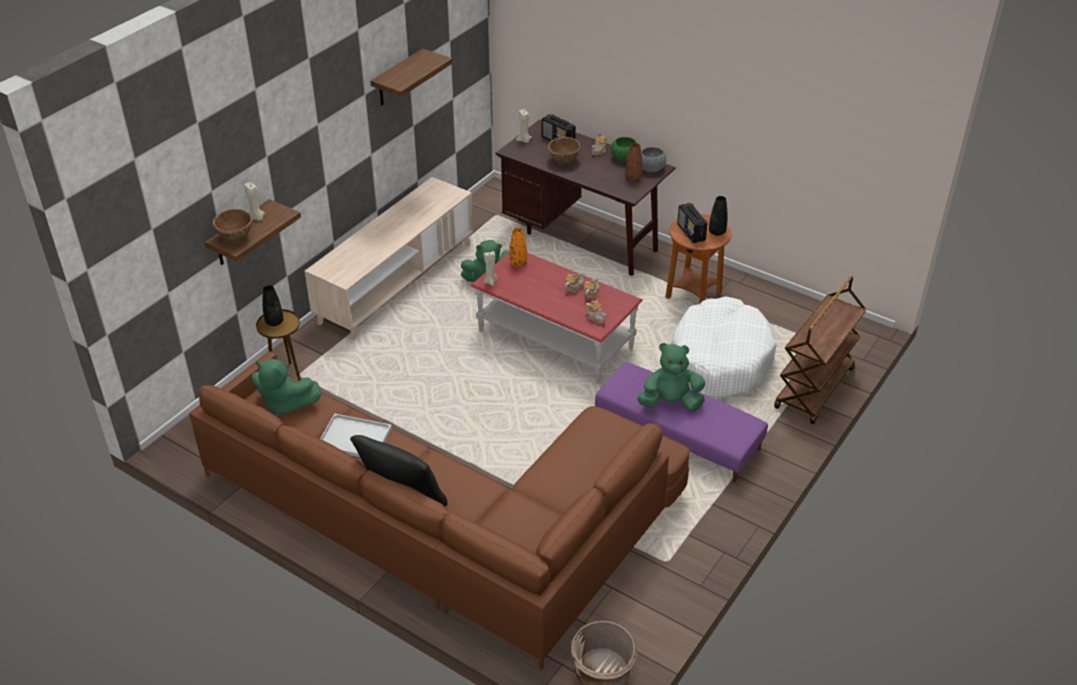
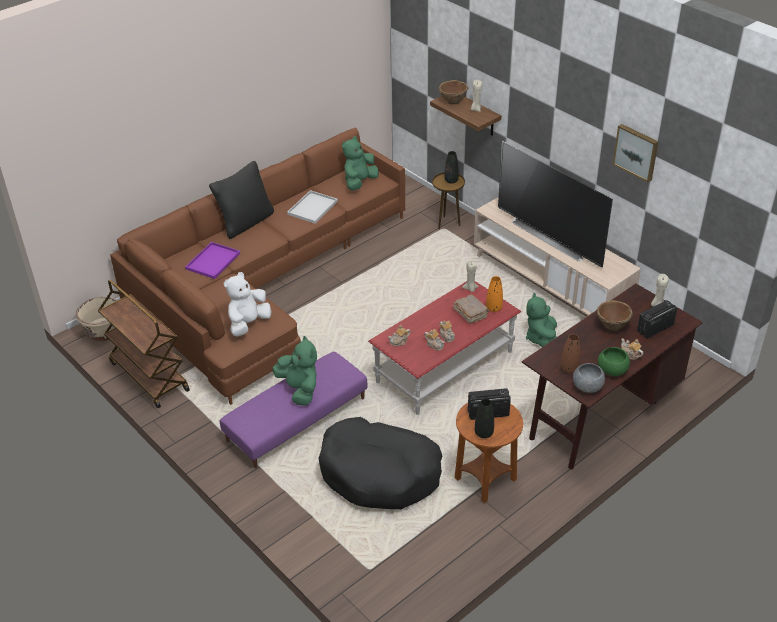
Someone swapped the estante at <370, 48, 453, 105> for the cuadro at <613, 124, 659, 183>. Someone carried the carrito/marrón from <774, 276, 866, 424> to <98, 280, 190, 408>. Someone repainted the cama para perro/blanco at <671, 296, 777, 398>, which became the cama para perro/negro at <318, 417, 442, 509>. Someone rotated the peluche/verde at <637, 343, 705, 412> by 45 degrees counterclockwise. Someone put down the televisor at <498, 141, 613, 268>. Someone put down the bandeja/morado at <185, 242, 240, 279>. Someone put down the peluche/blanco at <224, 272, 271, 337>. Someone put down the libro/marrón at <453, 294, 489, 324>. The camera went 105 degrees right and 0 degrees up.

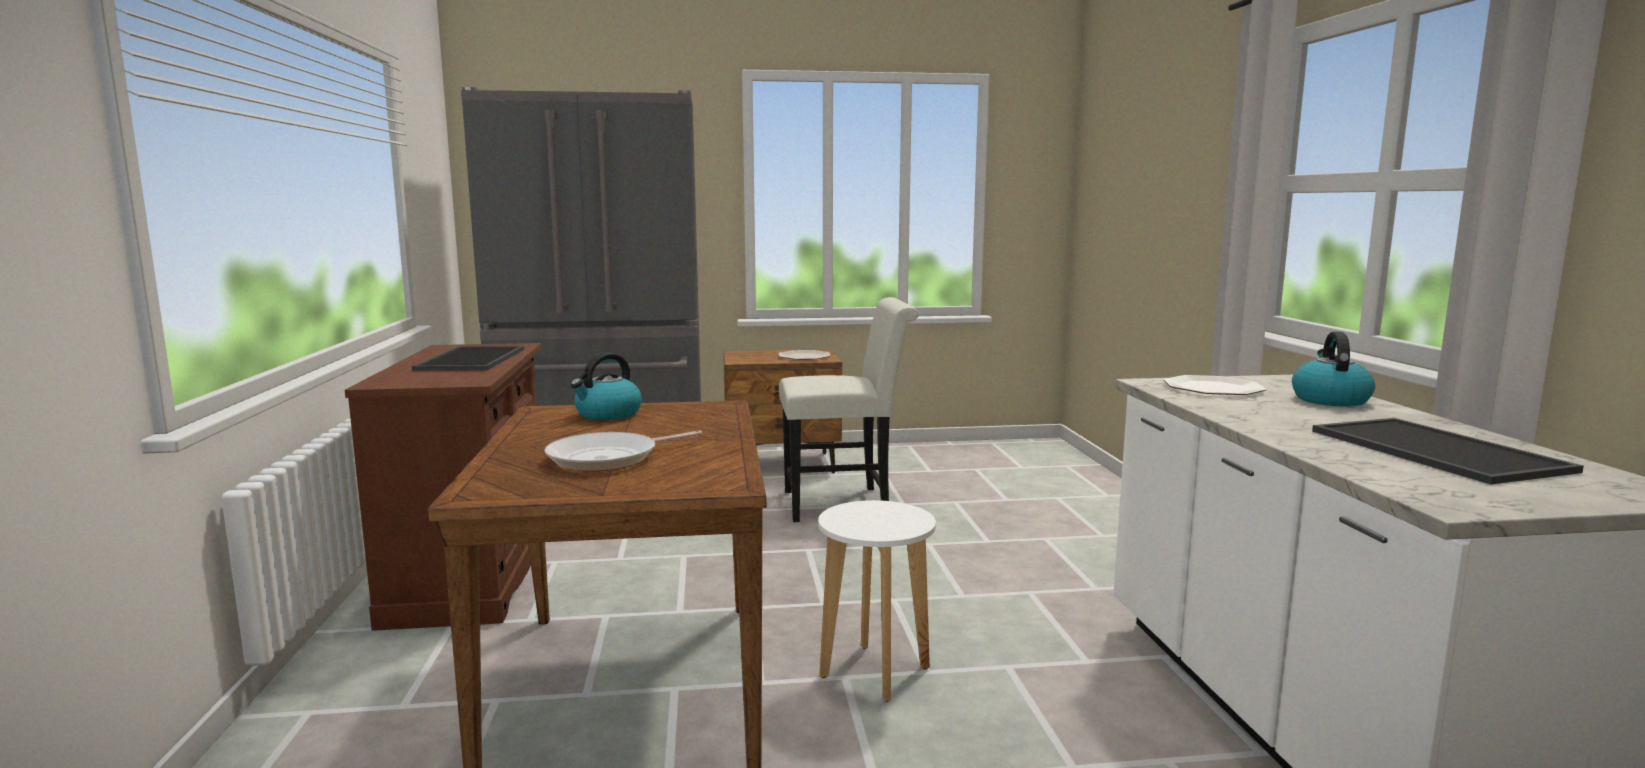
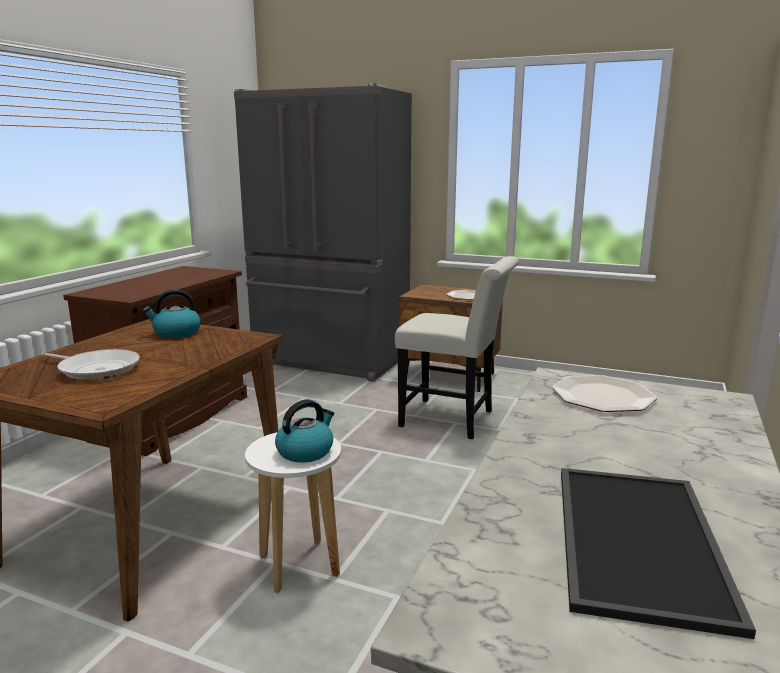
Someone carried the hervidor from <1292, 332, 1375, 407> to <275, 400, 334, 463>. Someone took away the bandeja at <412, 346, 524, 371>. Someone rotated the sartén at <544, 430, 702, 471> by 150 degrees counterclockwise. The camera went 30 degrees right and 5 degrees up.

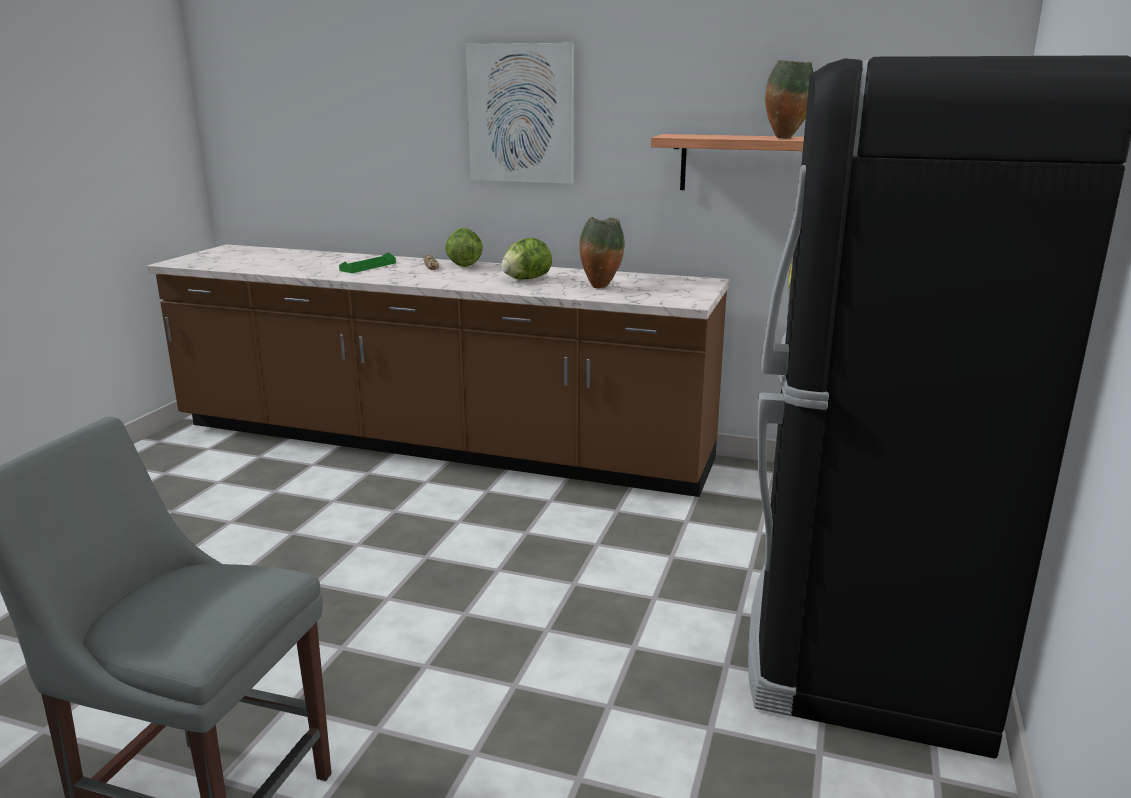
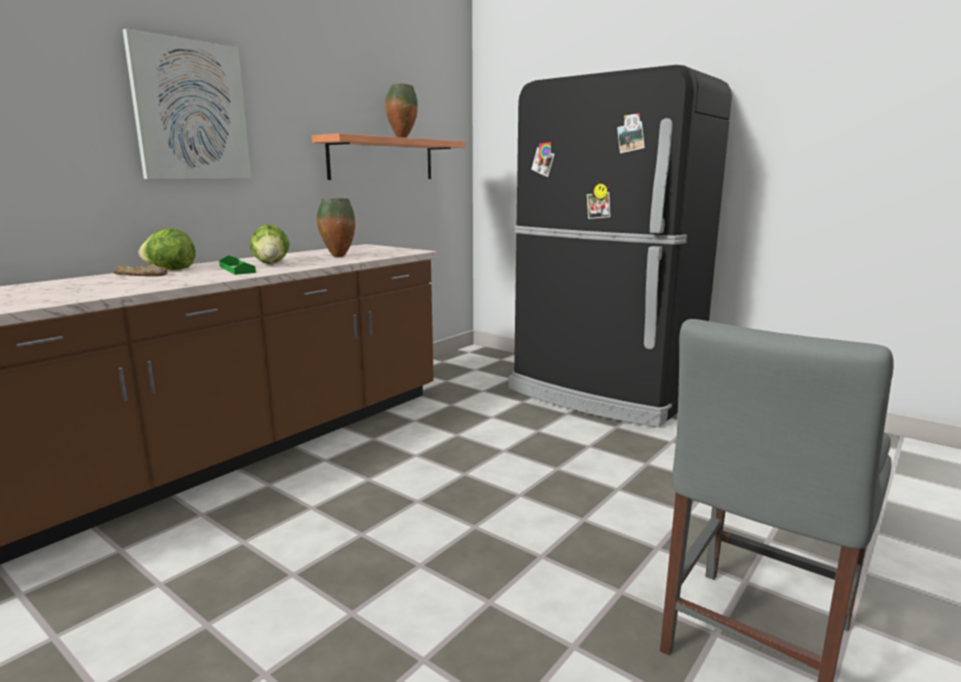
Someone carried the bandeja/verde from <339, 252, 396, 273> to <219, 255, 256, 275>. The camera went 70 degrees left and 5 degrees down.

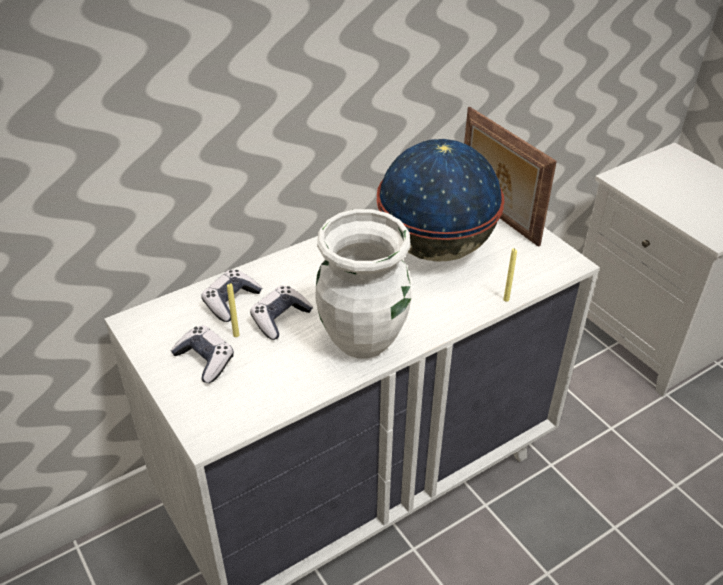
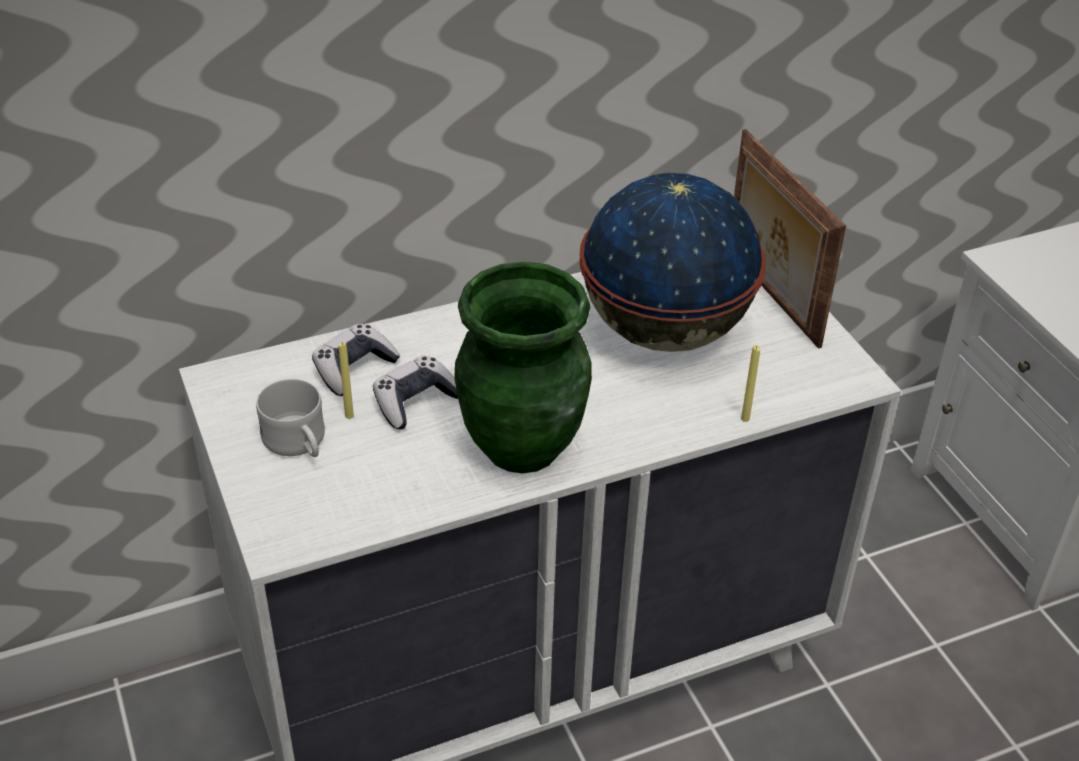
Someone repainted the florero/blanco at <315, 209, 411, 358>, which became the florero/verde at <454, 261, 592, 473>. Someone swapped the mando de consola at <171, 325, 234, 383> for the taza grande/blanco at <256, 379, 325, 457>. The camera went 10 degrees right and 0 degrees up.

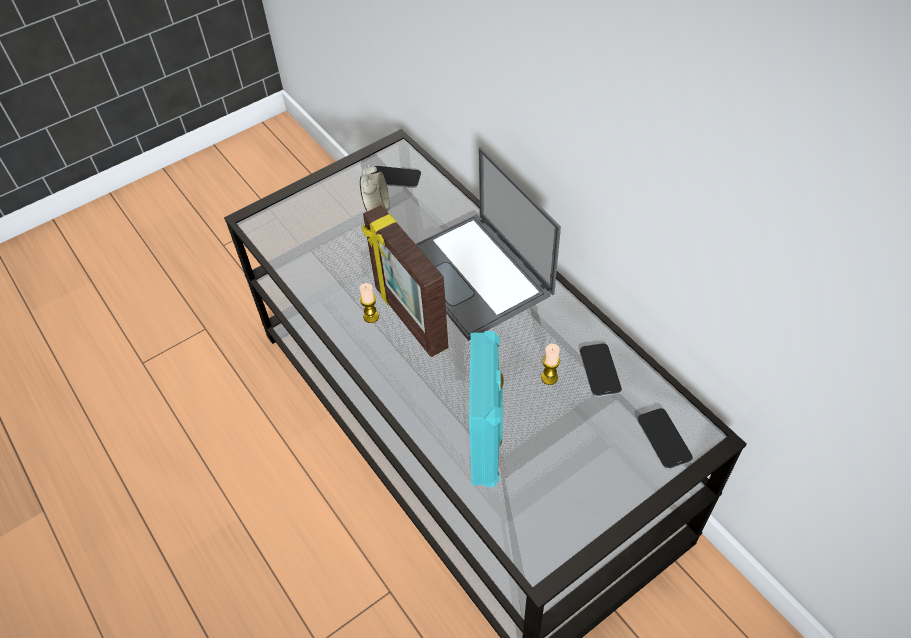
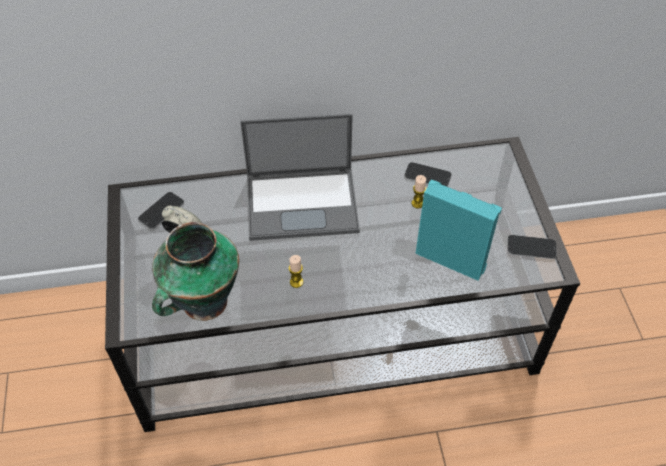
Someone took away the portarretratos at <361, 205, 449, 357>. Someone carried the móvil from <637, 408, 693, 469> to <508, 235, 557, 259>. Someone put down the florero at <152, 222, 239, 321>. The camera went 65 degrees left and 0 degrees up.

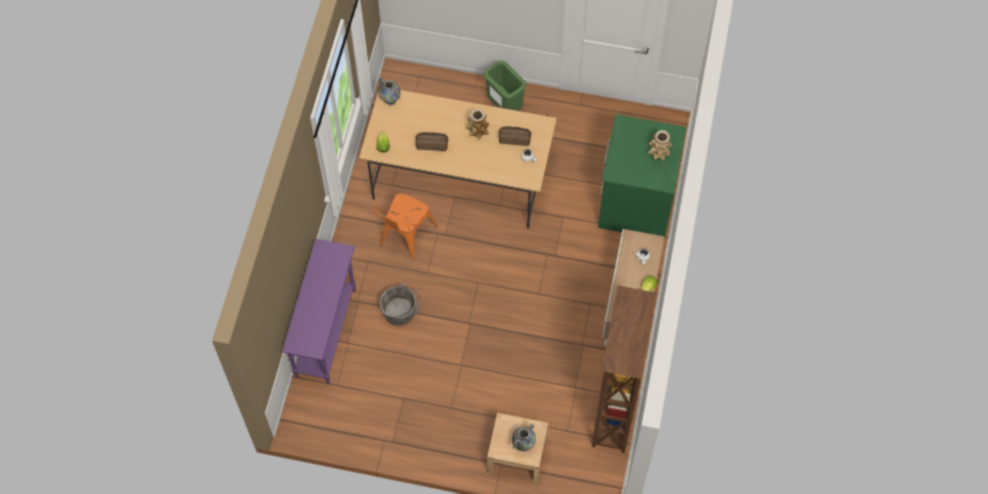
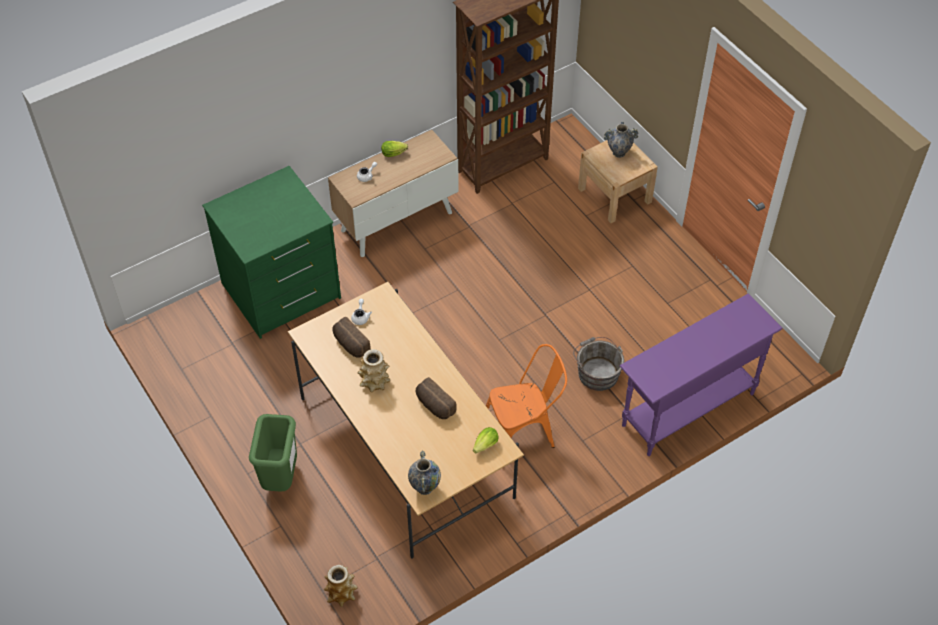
Someone carried the florero from <647, 130, 673, 161> to <324, 565, 358, 607>. The camera went 135 degrees left and 10 degrees down.

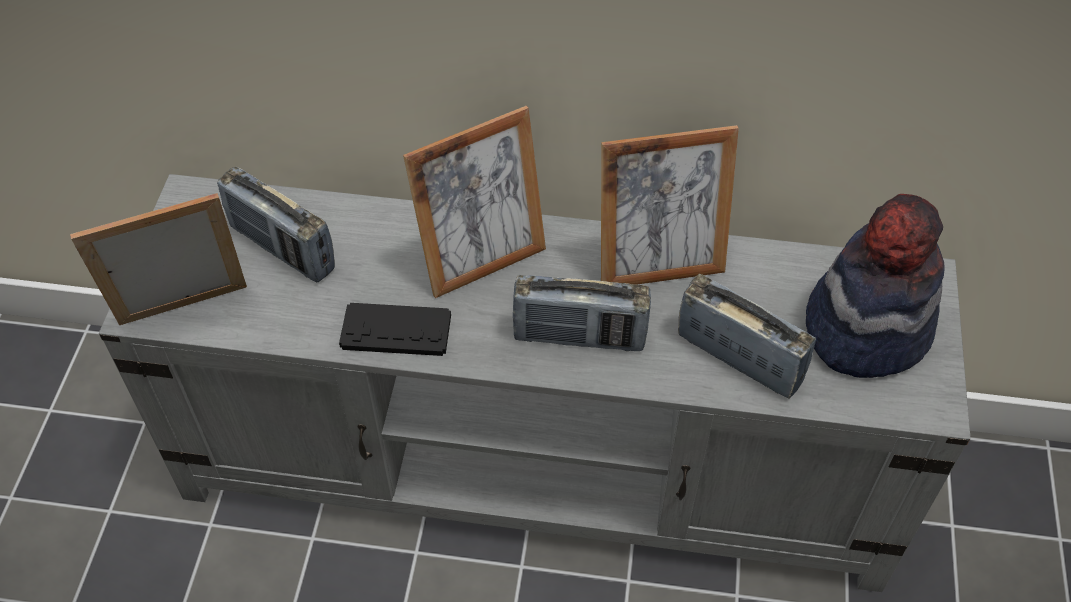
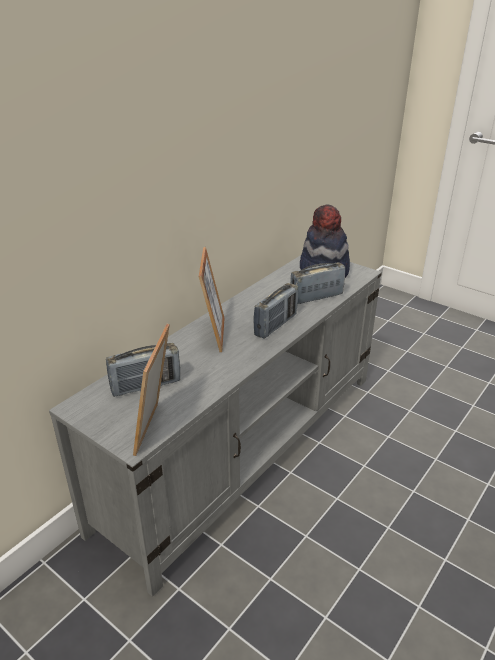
Someone took away the portarretratos at <601, 125, 739, 284>. Someone took away the mando de consola/negro at <339, 303, 451, 356>. The camera went 60 degrees left and 20 degrees down.

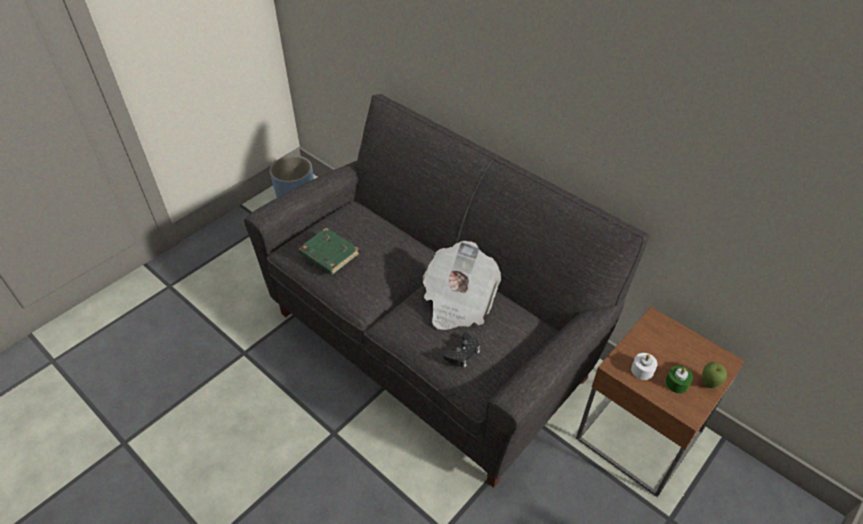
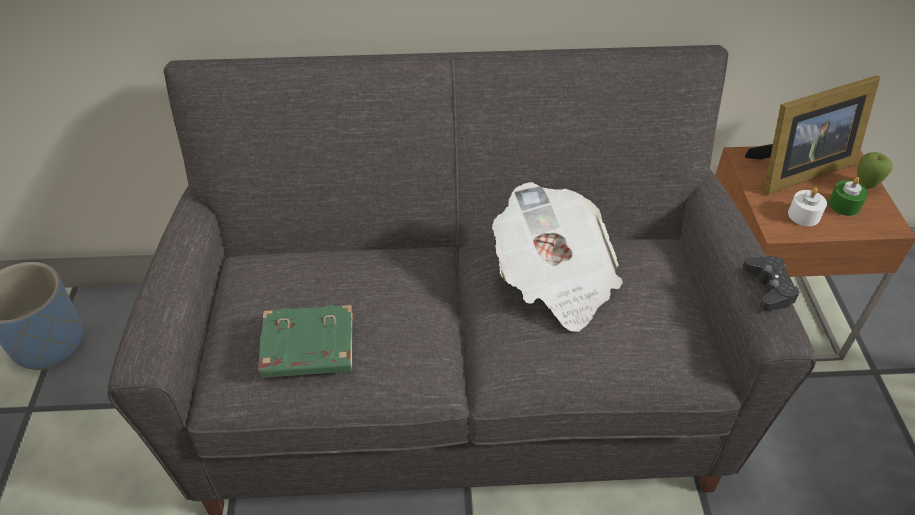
Someone carried the mando de consola/negro from <443, 332, 480, 368> to <742, 256, 800, 310>. Someone put down the portarretratos at <745, 75, 880, 195>. The camera went 45 degrees left and 0 degrees up.

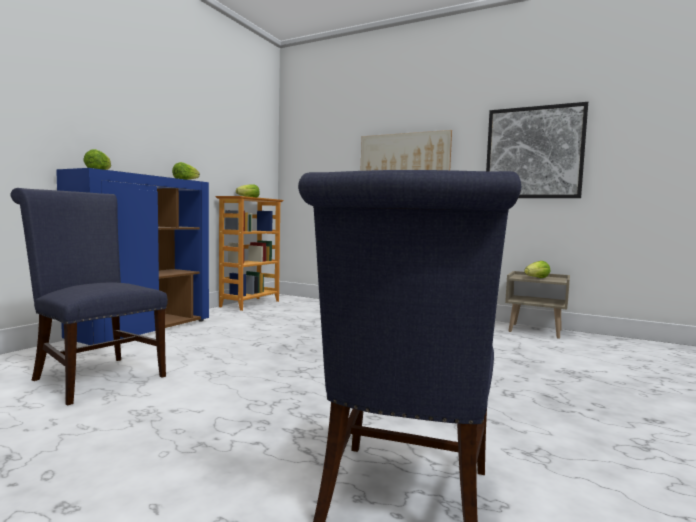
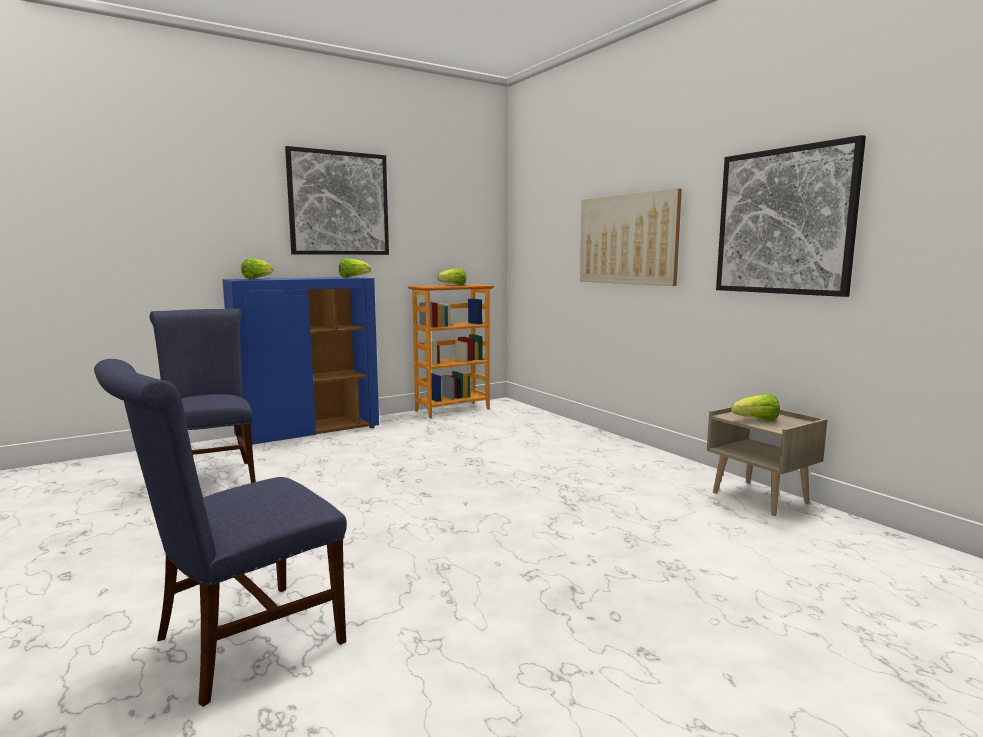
Someone put up the cuadro at <285, 146, 389, 255>. The camera went 30 degrees right and 5 degrees up.

